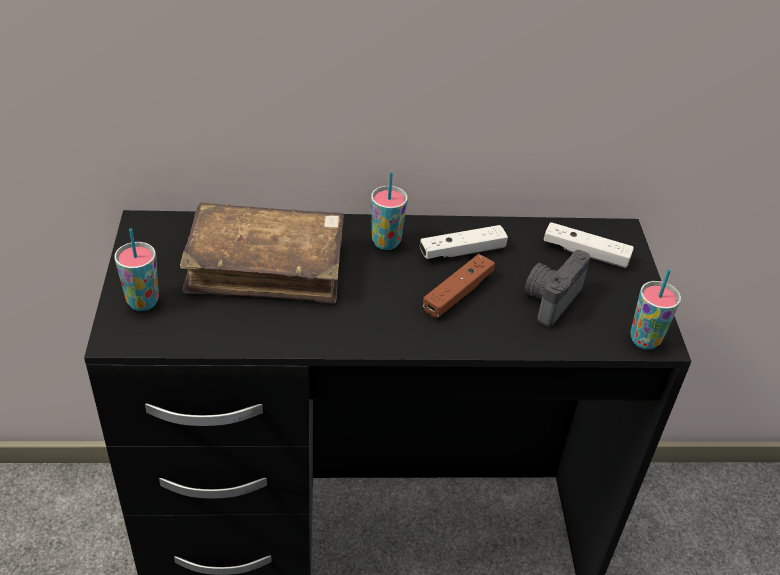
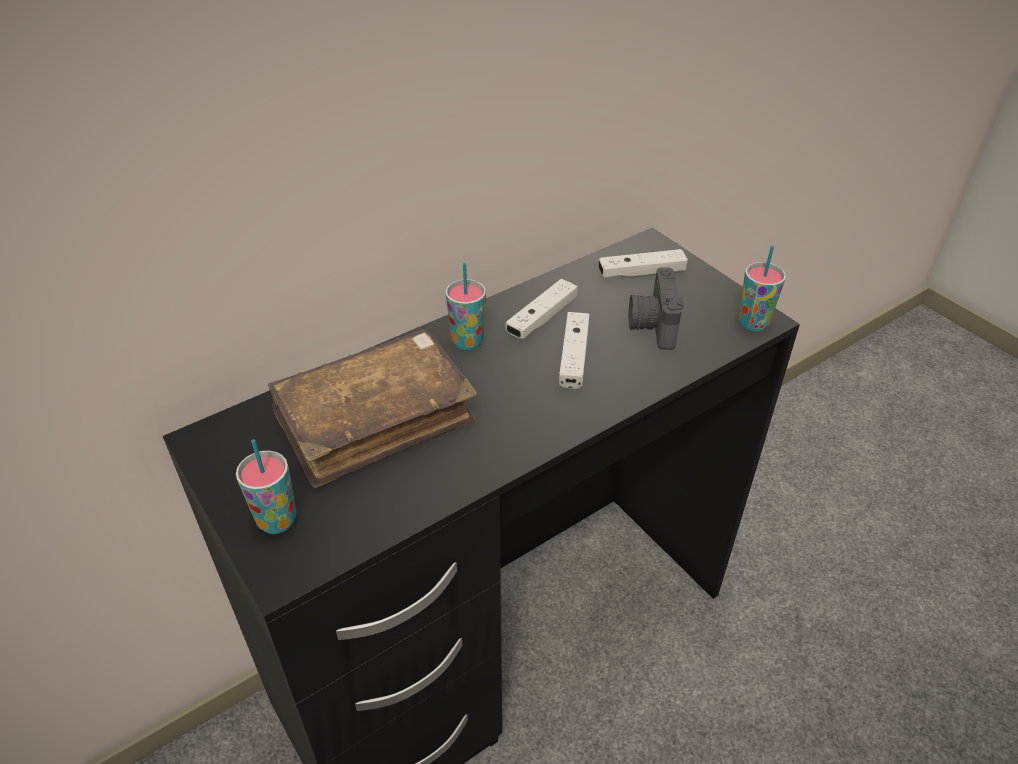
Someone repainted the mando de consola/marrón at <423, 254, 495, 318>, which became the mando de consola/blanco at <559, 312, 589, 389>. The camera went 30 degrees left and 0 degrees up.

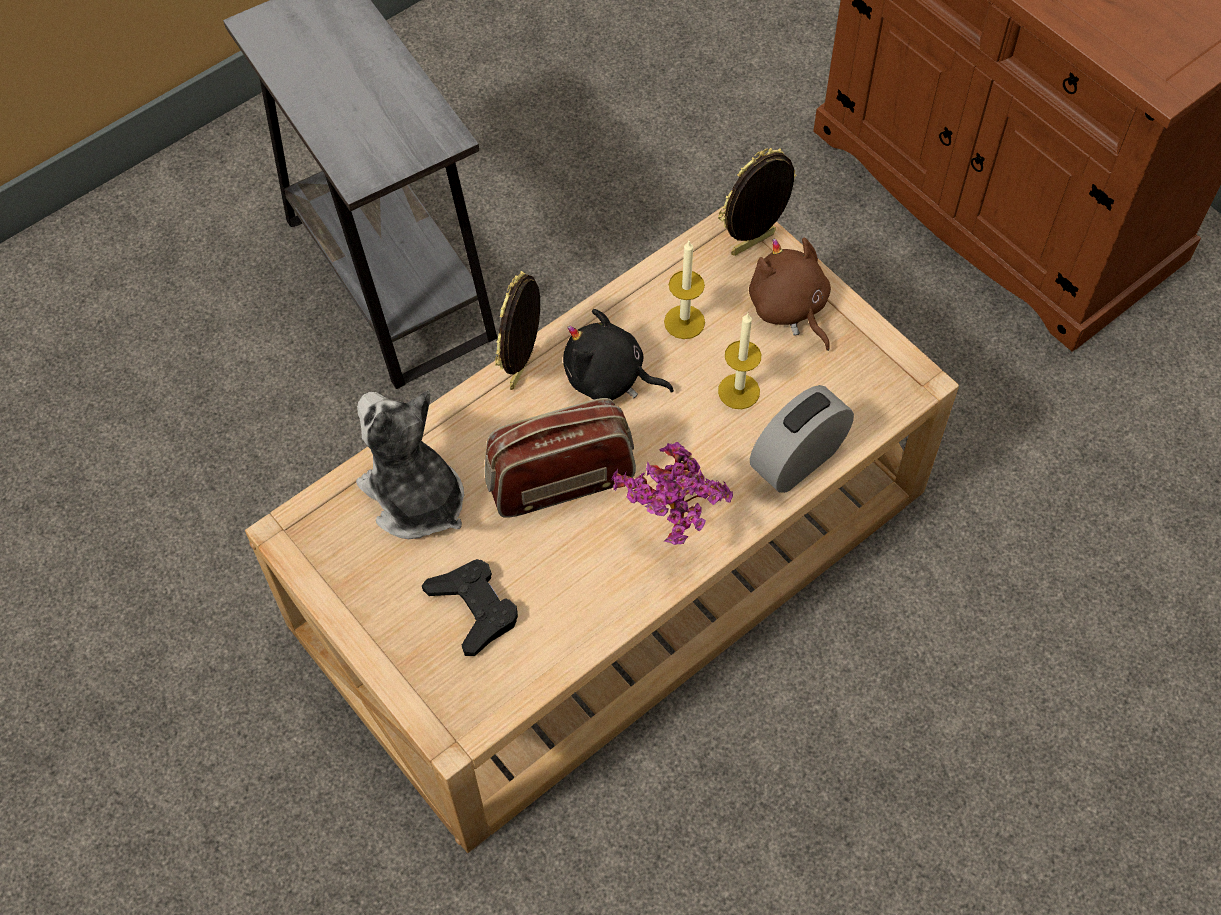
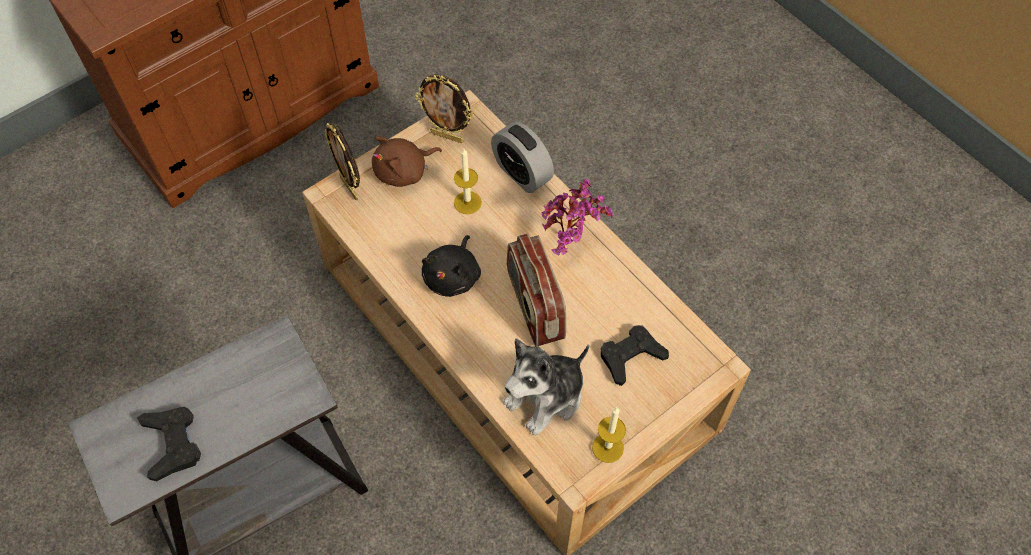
Someone carried the vela from <664, 241, 705, 339> to <592, 407, 626, 463>. Someone carried the portarretratos from <495, 271, 540, 390> to <415, 74, 474, 143>. Someone put down the mando de consola/negro at <137, 407, 201, 481>. The camera went 90 degrees left and 0 degrees up.

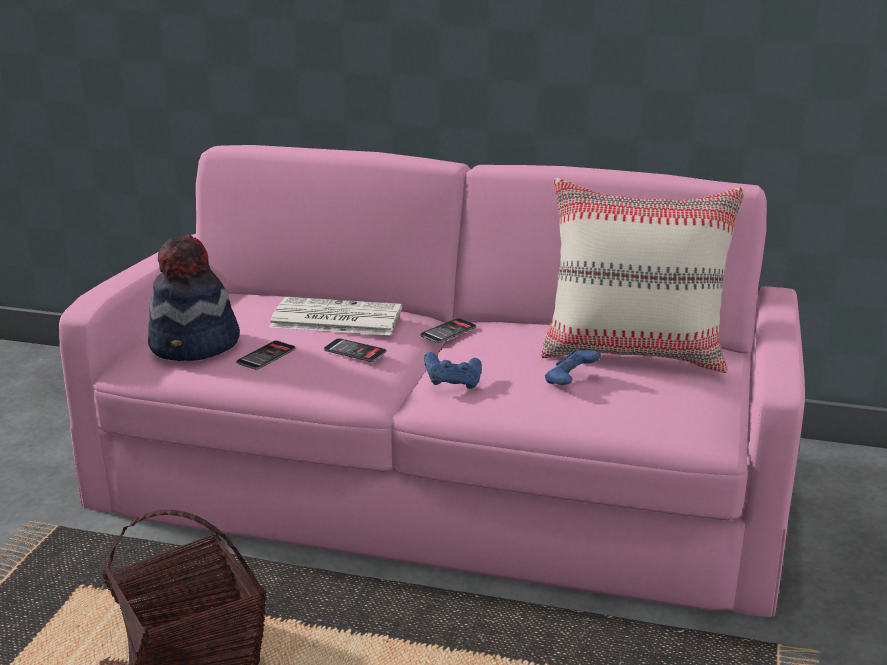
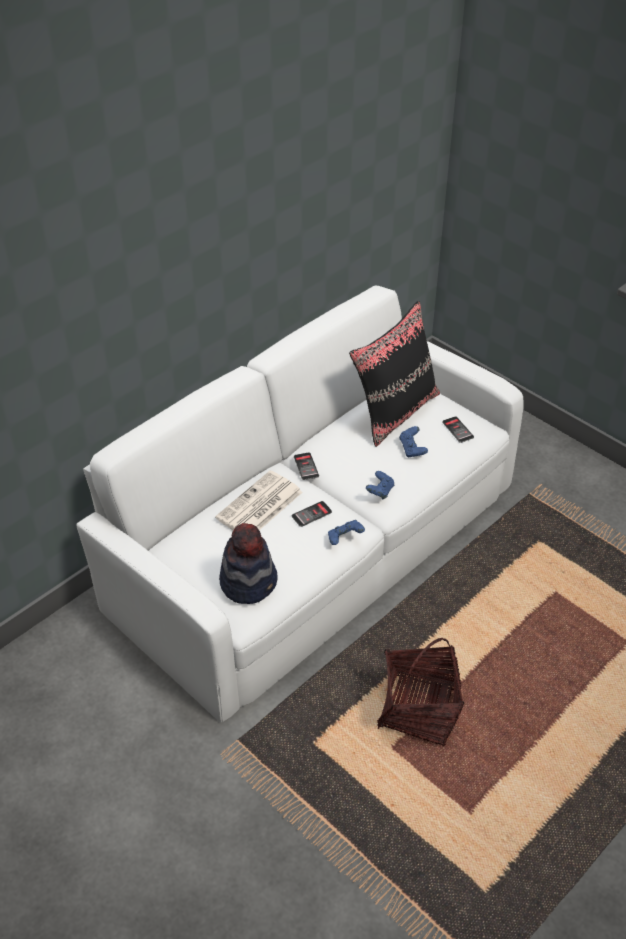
Someone repainted the sofá/rosa at <59, 145, 805, 617>, which became the sofá/blanco at <77, 286, 524, 723>. Someone repainted the cojín/beis at <541, 178, 745, 373>, which became the cojín/negro at <349, 301, 440, 447>. Someone carried the móvil from <236, 341, 295, 370> to <442, 416, 474, 443>. Someone put down the mando de consola/azul at <328, 520, 365, 545>. The camera went 60 degrees left and 20 degrees up.

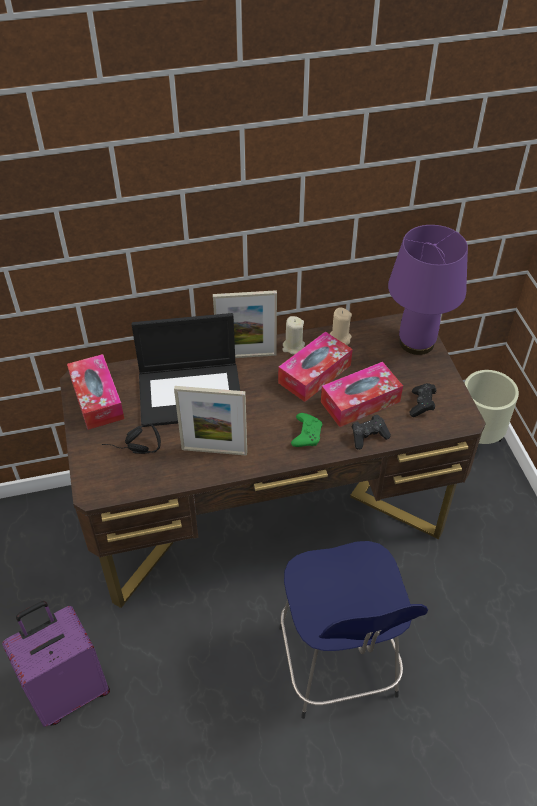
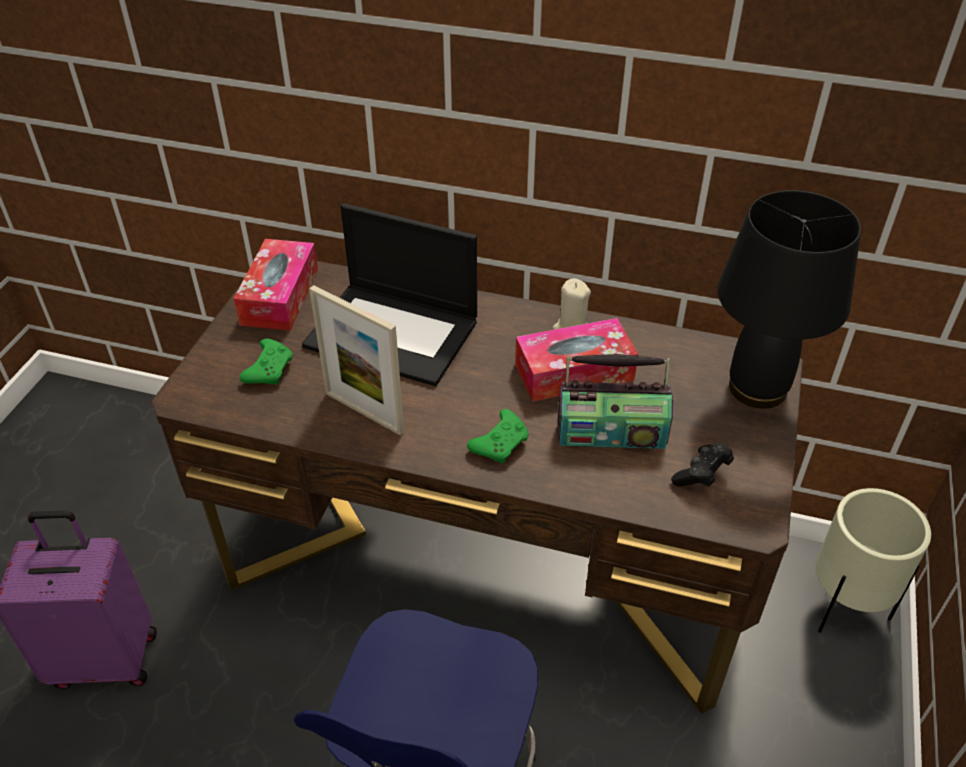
Someone repainted the lámpara de mesa/morado at <388, 225, 468, 355>, which became the lámpara de mesa/negro at <718, 190, 861, 409>. Someone took away the portarretratos at <213, 290, 277, 358>. Someone took away the vela/beis at <330, 307, 352, 345>. Someone swapped the caja de pañuelos at <321, 362, 403, 427> for the radio at <557, 354, 673, 449>. Someone took away the mando de consola/negro at <352, 415, 391, 450>. Someone swapped the auriculares/negro at <101, 423, 161, 454> for the mando de consola/verde at <240, 338, 292, 385>. The camera went 30 degrees right and 5 degrees down.

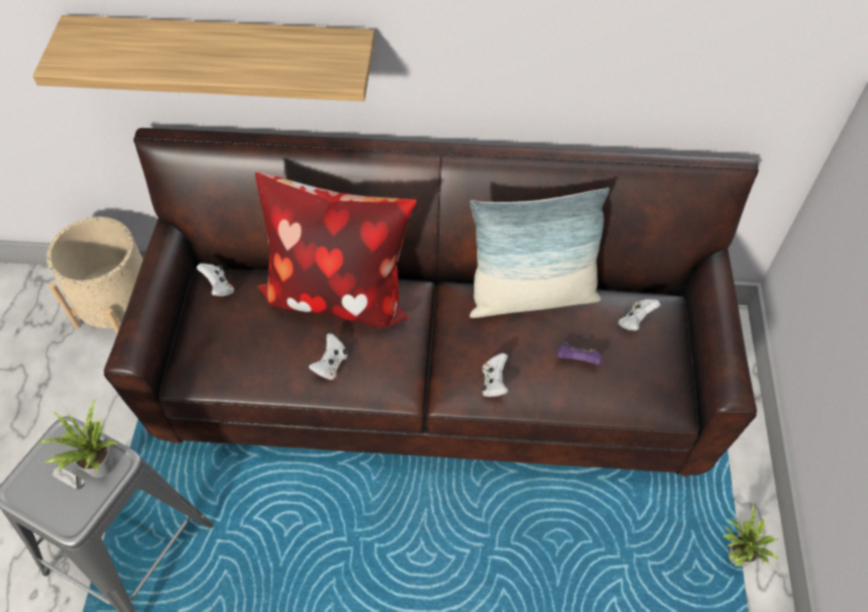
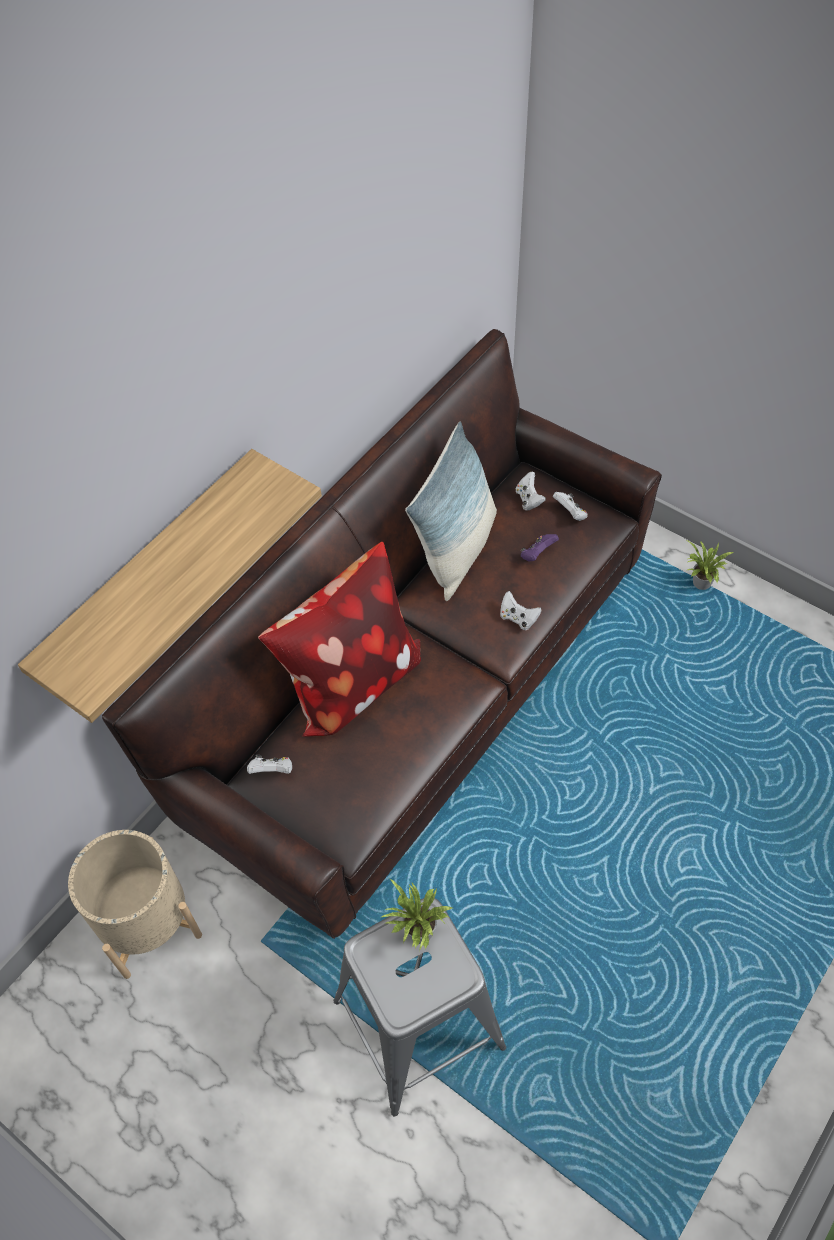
Someone carried the mando de consola/blanco from <309, 334, 348, 380> to <553, 492, 588, 521>. The camera went 55 degrees left and 0 degrees up.

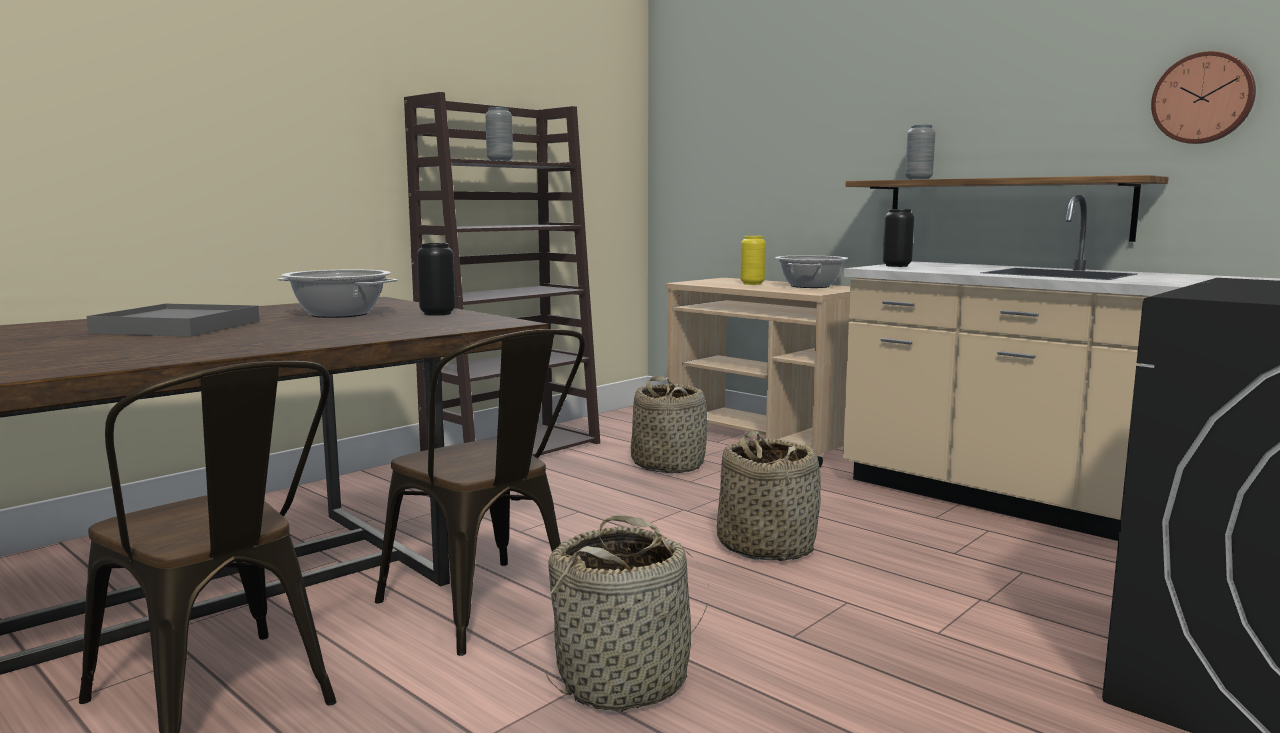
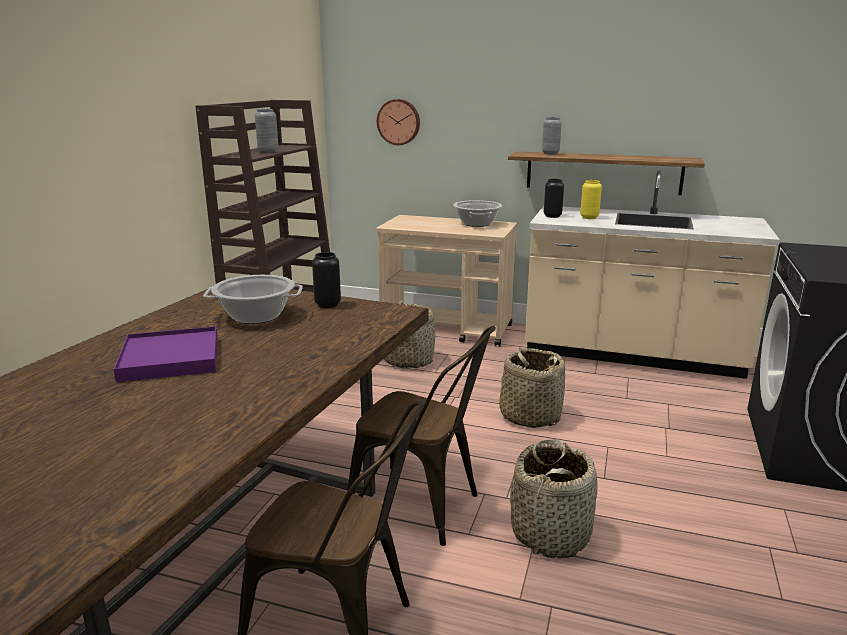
Someone carried the reloj de pared from <1151, 51, 1256, 144> to <377, 99, 420, 145>. Someone carried the florero/amarillo from <740, 236, 766, 285> to <580, 180, 602, 219>. Someone repainted the bandeja/gris at <87, 304, 260, 337>, which became the bandeja/morado at <114, 326, 218, 383>. The camera went 25 degrees left and 10 degrees up.

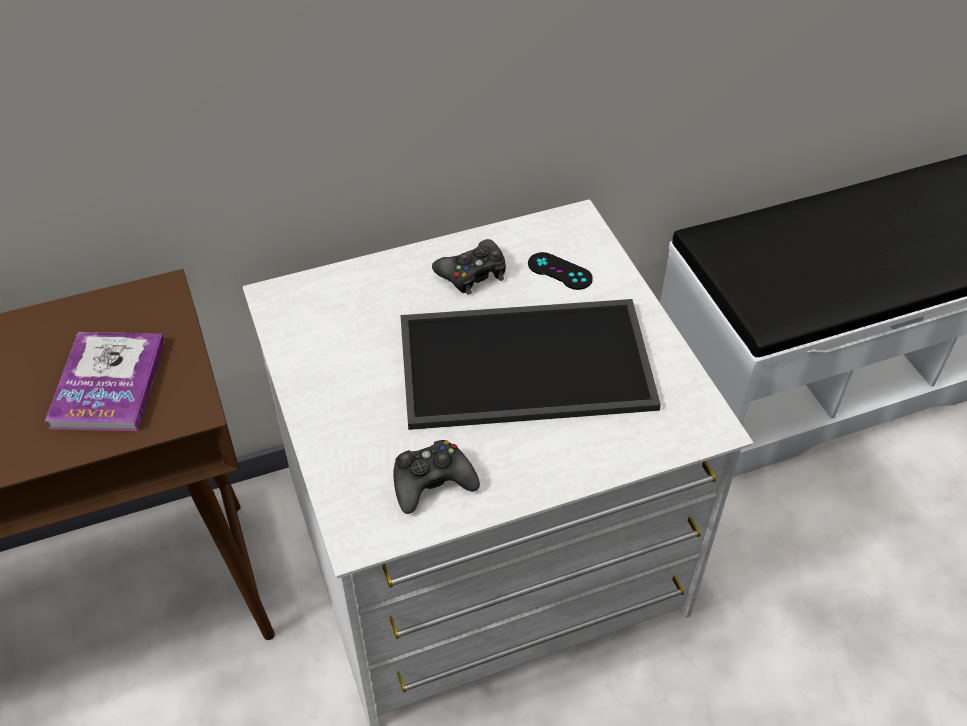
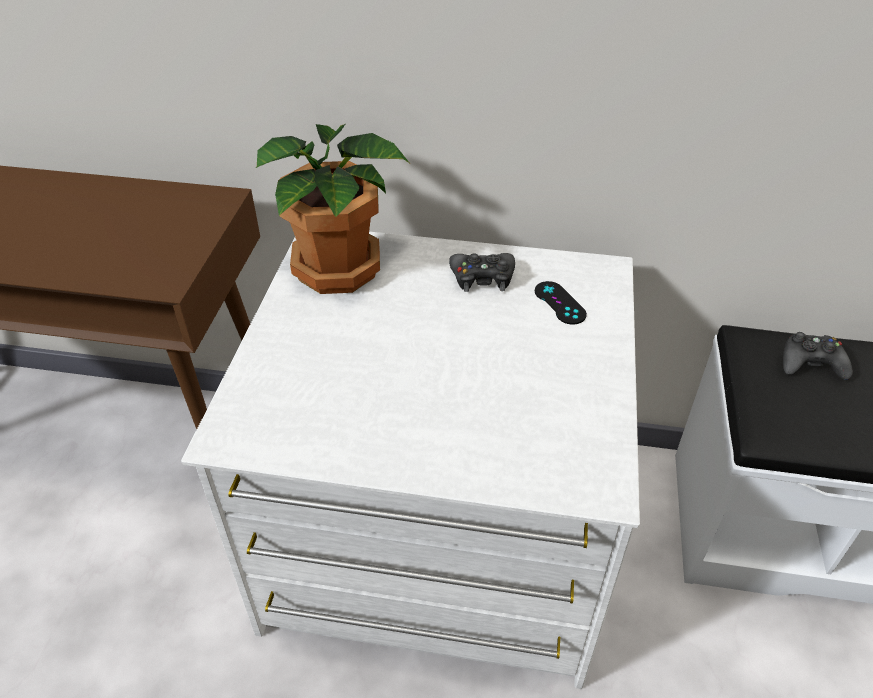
Someone took away the bandeja at <400, 299, 661, 430>. Someone took away the libro at <45, 332, 165, 431>. Someone carried the mando de consola/negro from <393, 440, 480, 514> to <783, 332, 853, 380>. Someone put down the planta en maceta at <256, 124, 409, 294>. The camera went 30 degrees right and 5 degrees down.

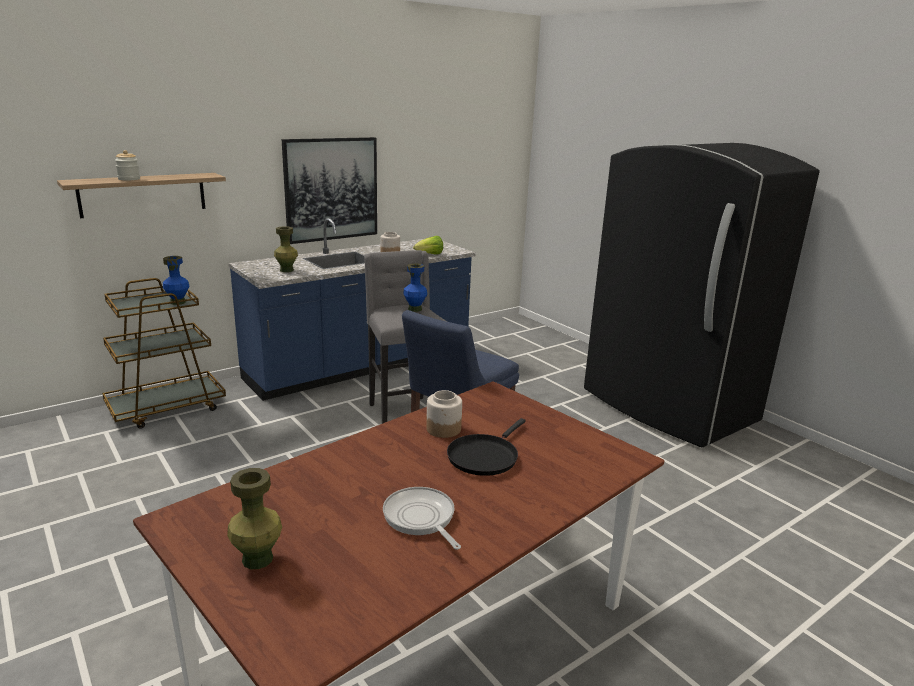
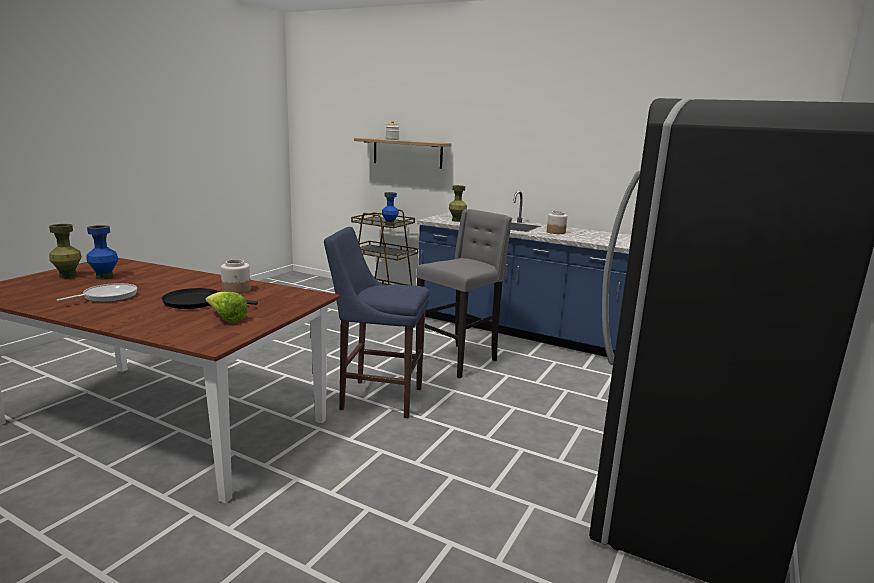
Someone took away the cuadro at <282, 137, 377, 244>. Someone carried the lechuga from <413, 236, 443, 255> to <206, 292, 248, 323>. Someone carried the florero/azul from <403, 264, 427, 312> to <86, 225, 118, 280>. The camera went 65 degrees right and 5 degrees down.

